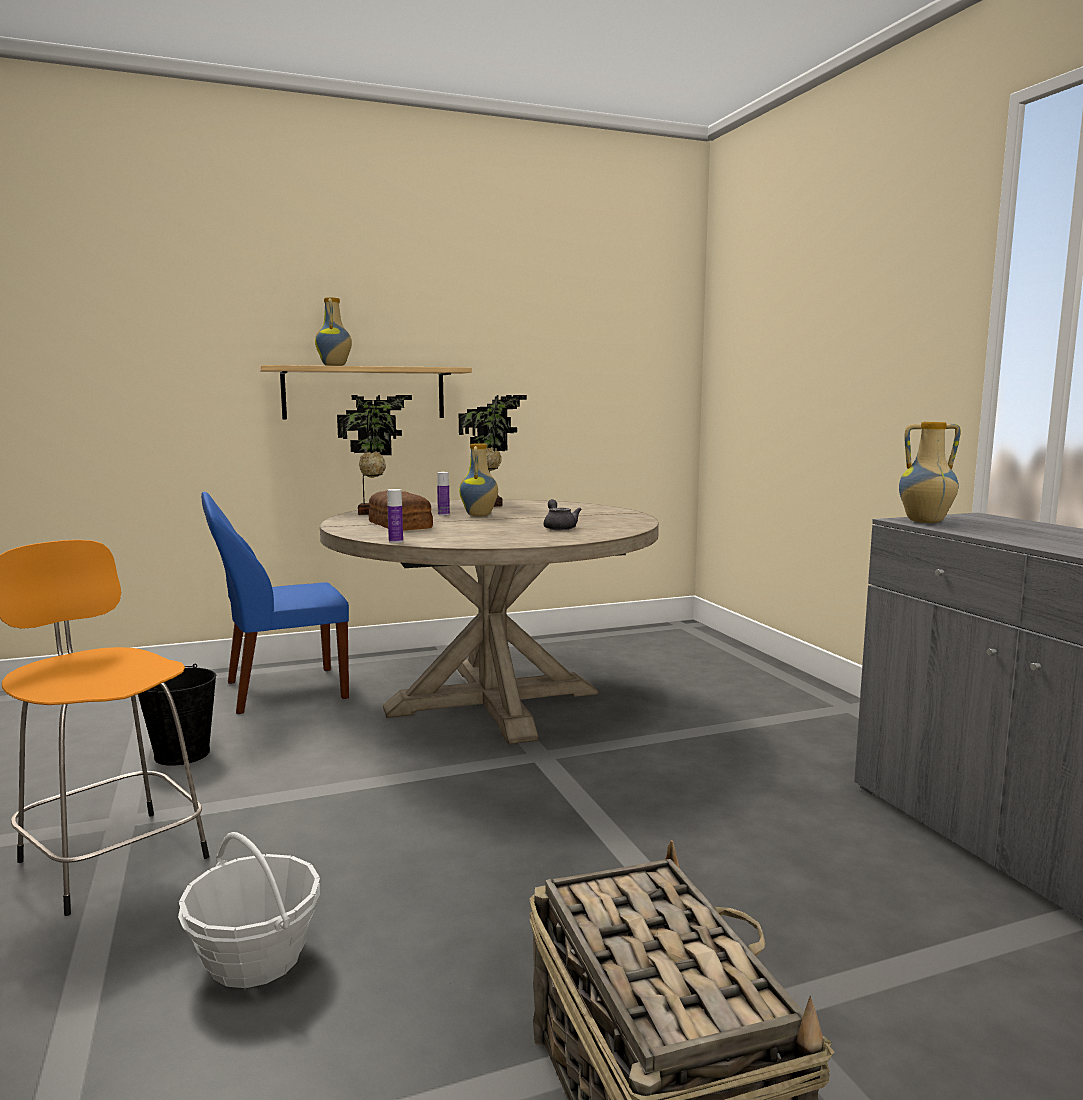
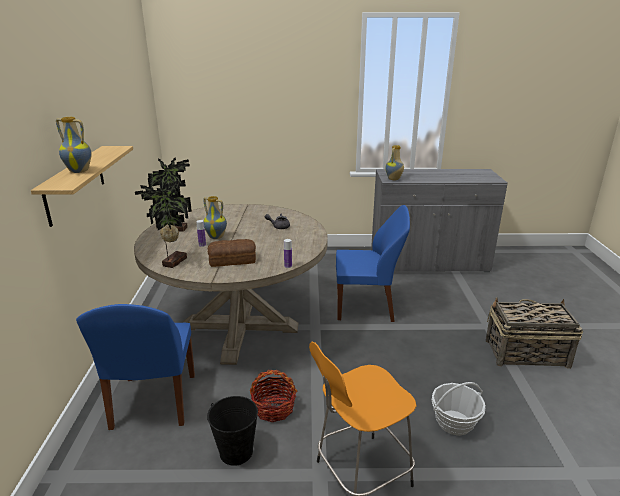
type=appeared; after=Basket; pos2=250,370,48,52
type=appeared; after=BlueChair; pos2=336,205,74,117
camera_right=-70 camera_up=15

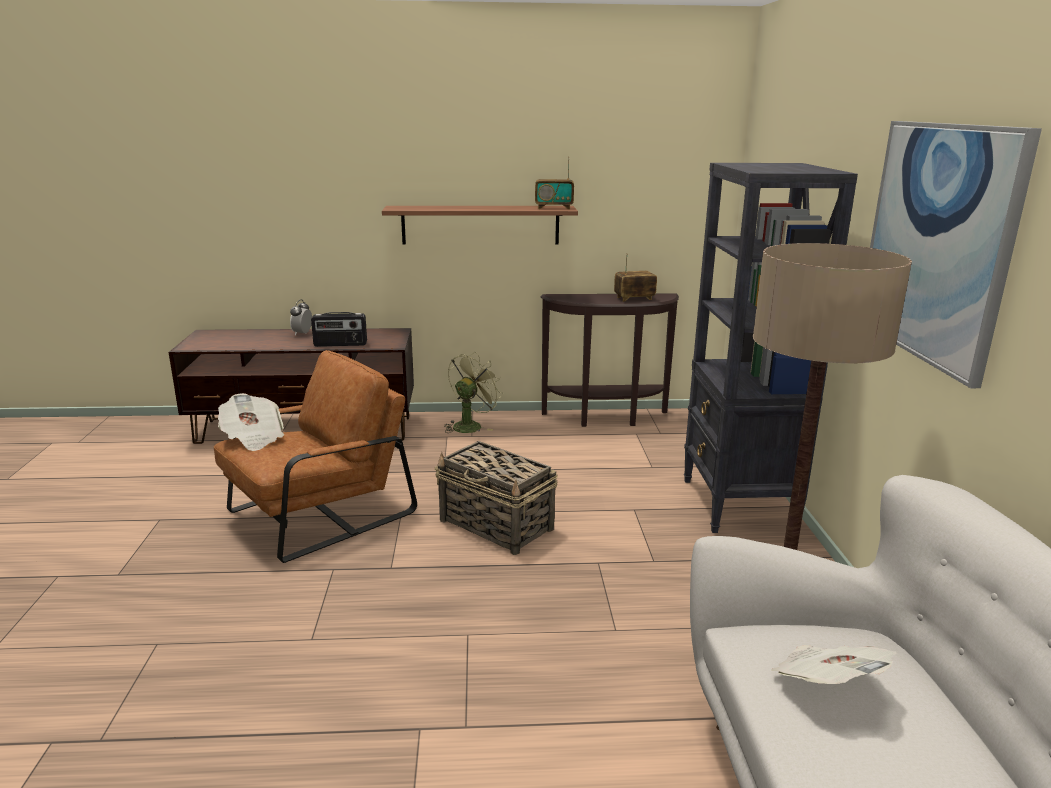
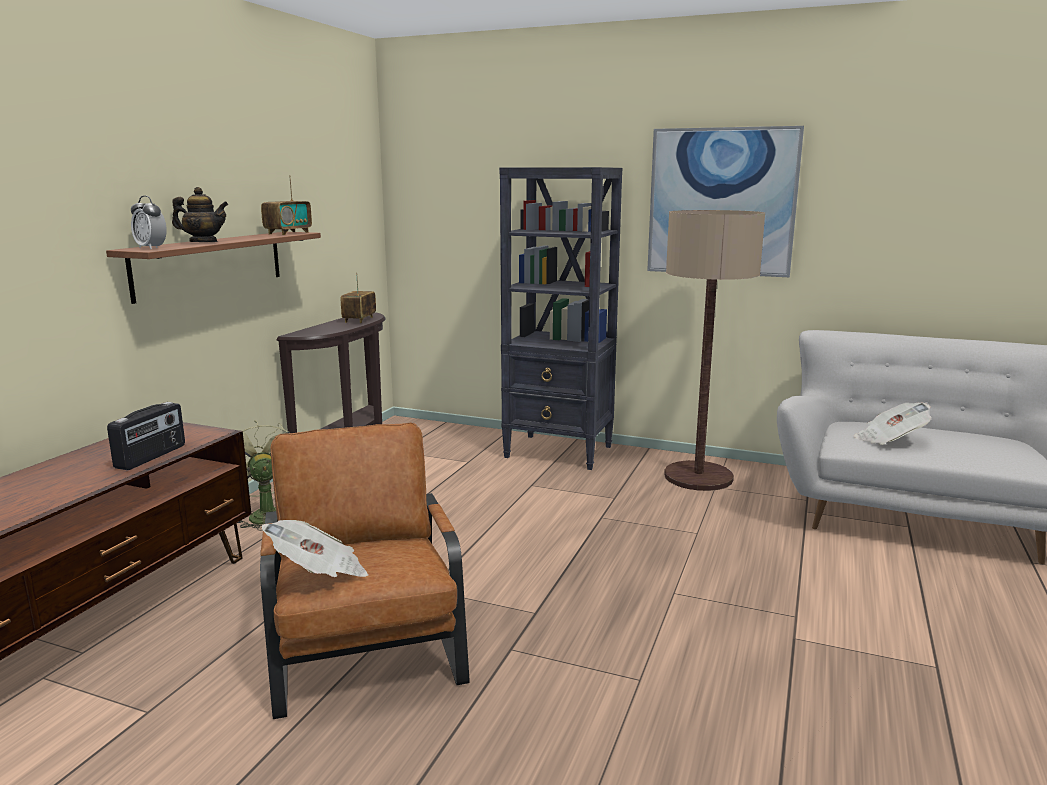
type=relocated; before=AlarmClock; pos1=290,299,22,37; pos2=131,195,36,54
type=missing; before=Basket; pos1=434,441,124,114
type=appeared; after=Teapot; pos2=172,187,56,55
camera_right=-65 camera_up=-5

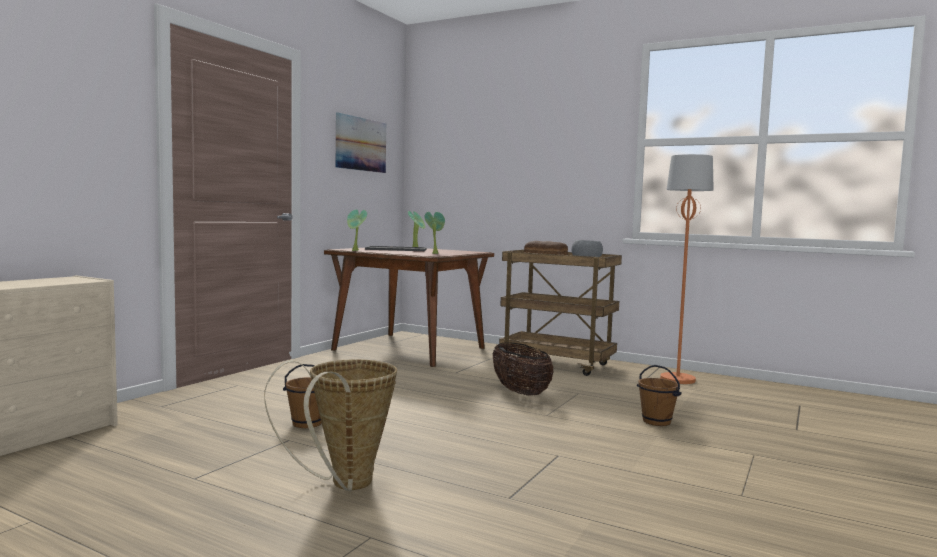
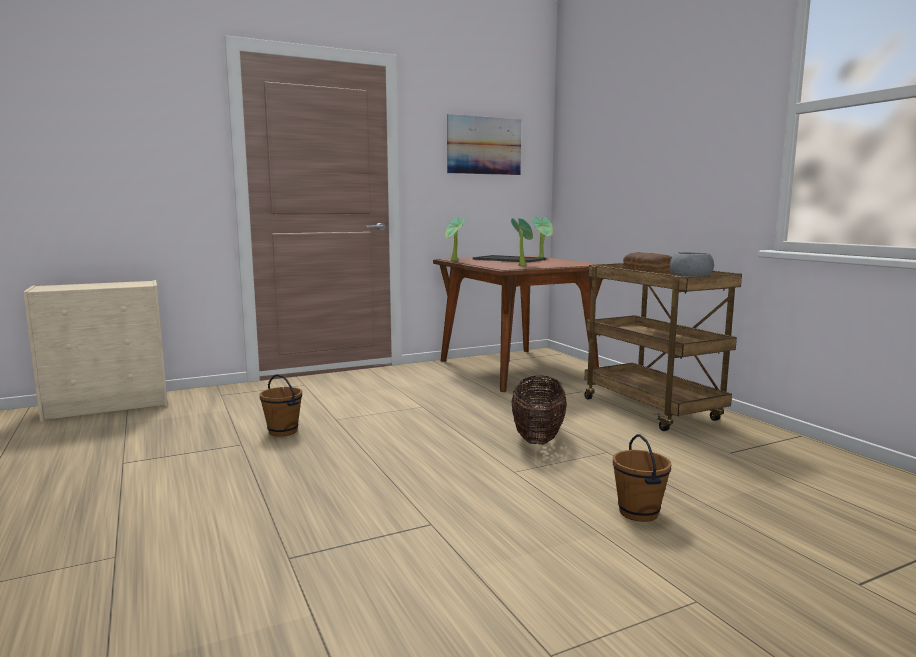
type=missing; before=Basket; pos1=264,359,133,132
type=missing; before=OrangeFloorLamp; pos1=660,154,54,230
camera_right=35 camera_up=5

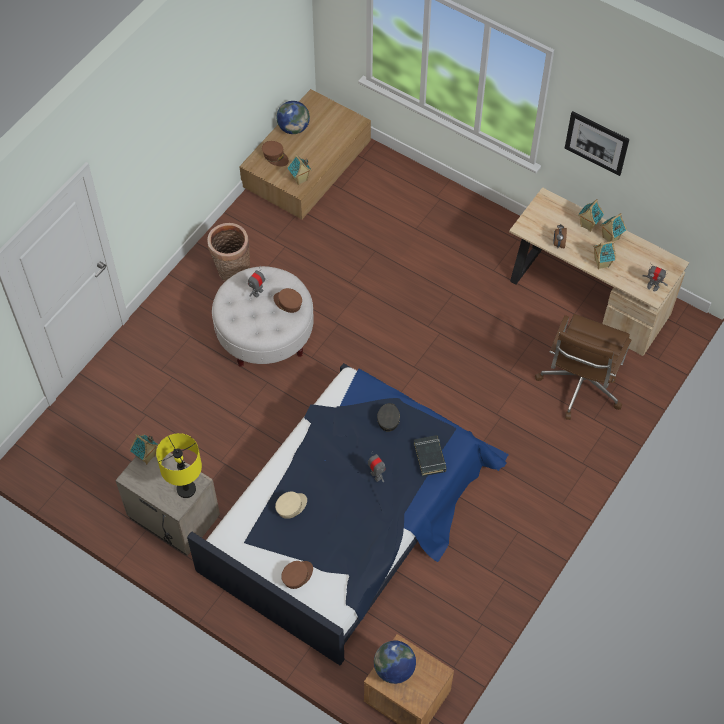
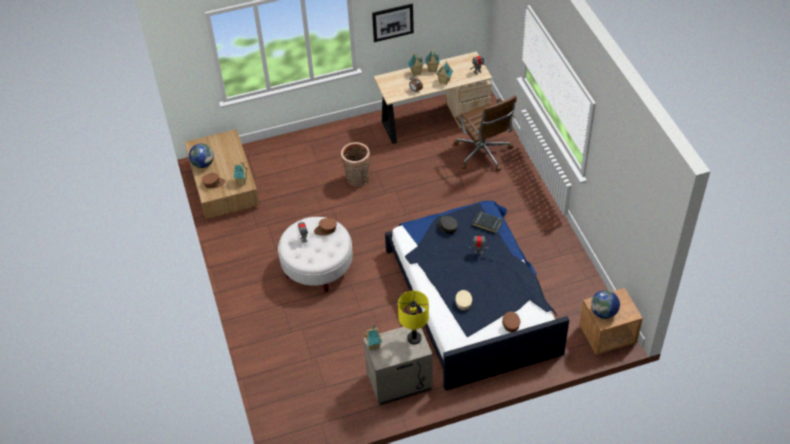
type=relocated; before=Basket; pos1=207,223,43,58; pos2=341,142,29,45
camera_right=-50 camera_up=-10

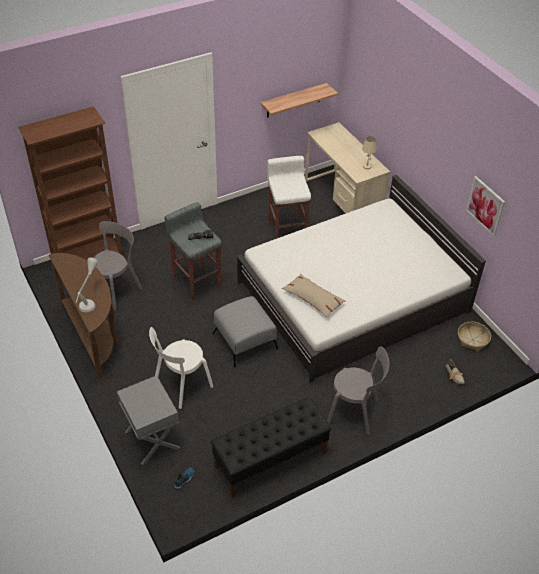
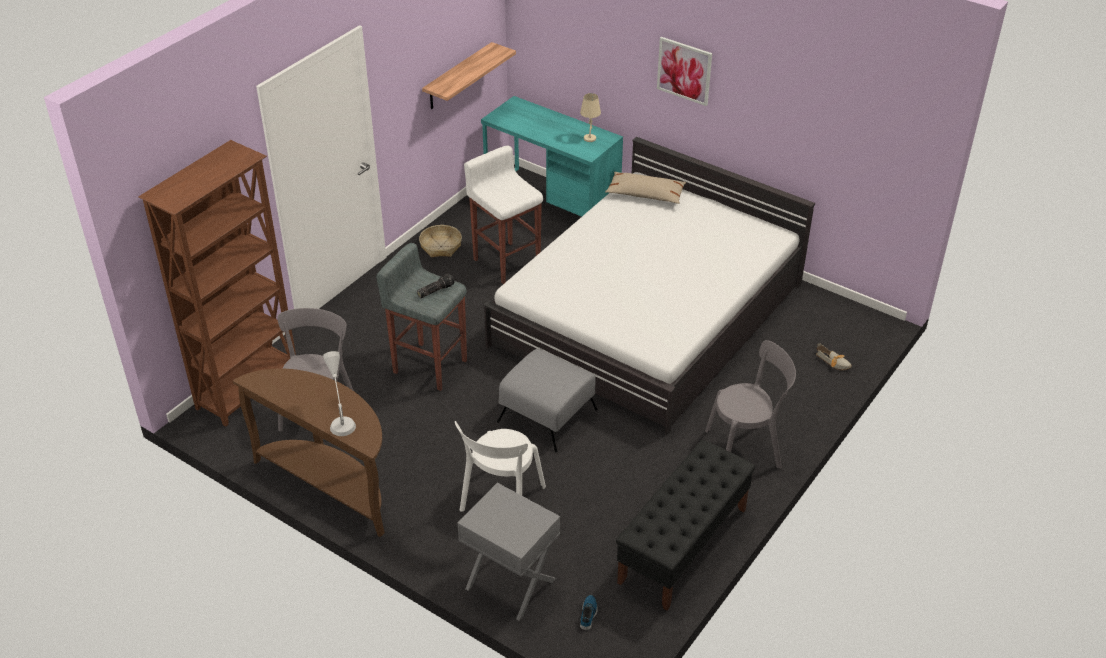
type=relocated; before=BeigePillow; pos1=282,274,64,44; pos2=605,172,81,32
type=colour; before=BeigeDesk; after=TurquoiseDesk; pos1=305,122,85,91; pos2=481,96,142,121
type=relocated; before=Basket; pos1=458,322,33,29; pos2=419,225,43,32
type=relocated; before=Picture; pos1=466,176,39,60; pos2=657,37,55,69
camera_right=-25 camera_up=-5

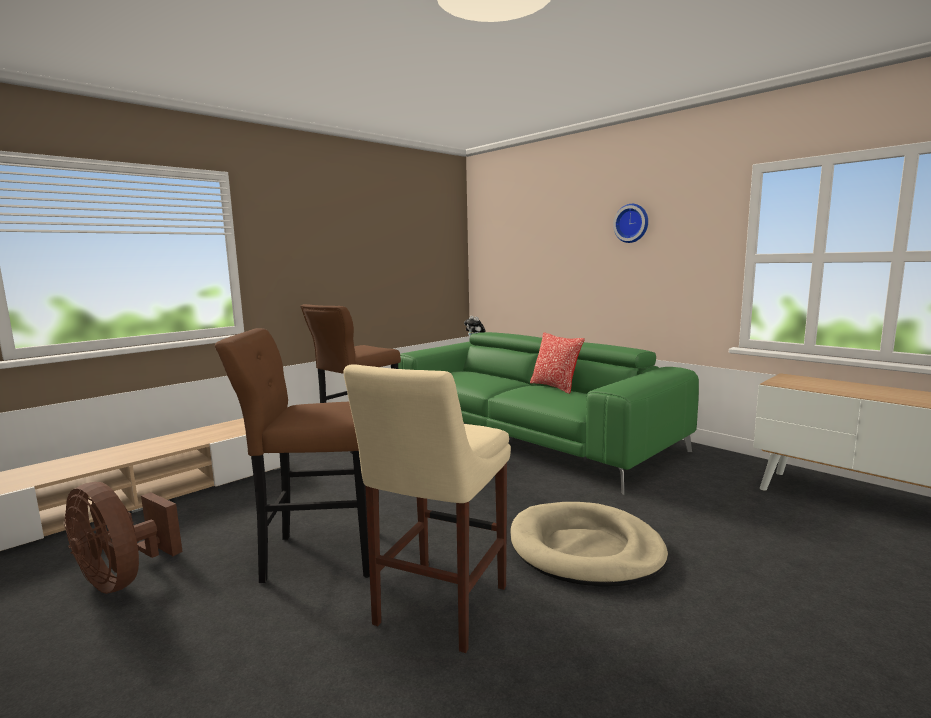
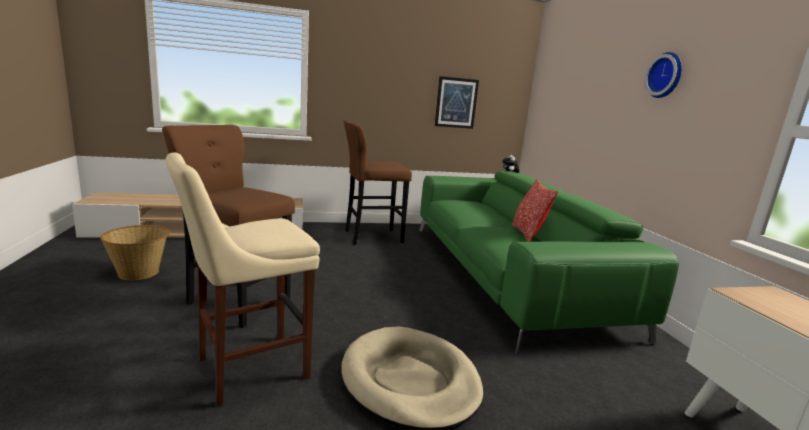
type=exchanged; before=BrownFan; after=Basket; pos1=64,482,119,112; pos2=100,225,70,55
type=appeared; after=Picture; pos2=435,76,44,53
camera_right=30 camera_up=5

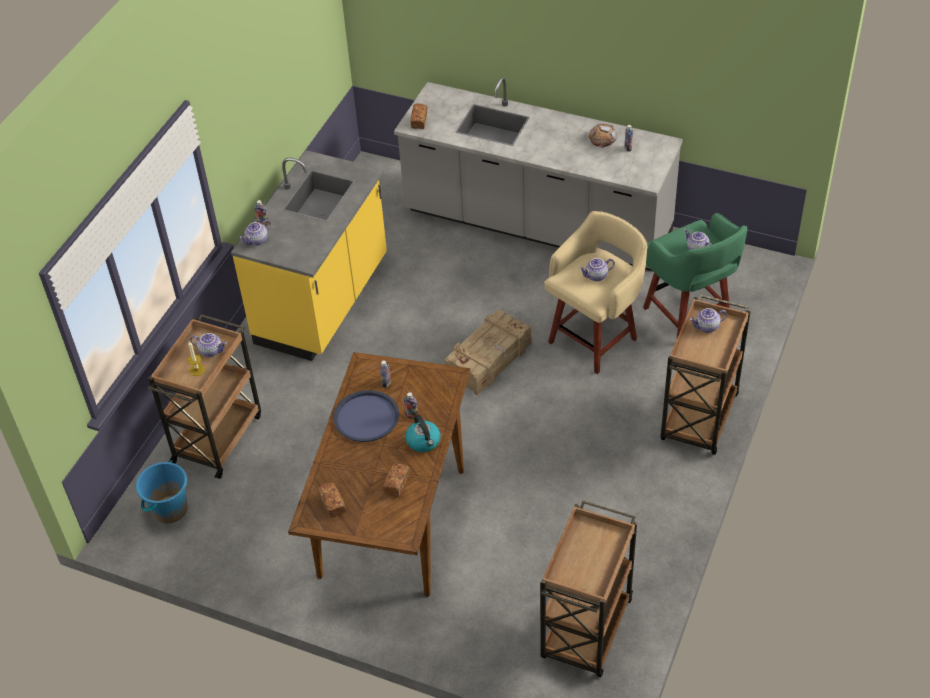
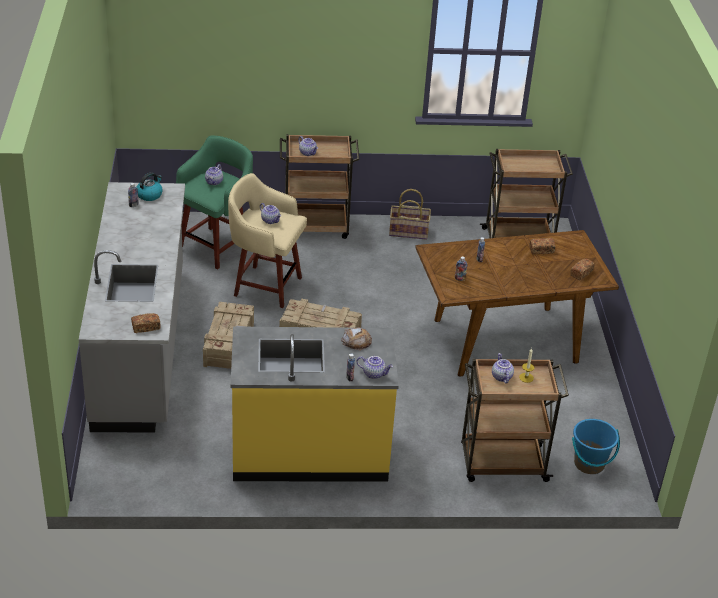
type=missing; before=BlueTray; pos1=333,390,66,52
type=relocated; before=Kettle; pos1=405,415,36,37; pos2=136,172,27,29
type=relocated; before=Bread; pos1=589,124,28,24; pos2=341,327,31,24
type=appeared; after=Crate; pos2=203,302,51,67
type=appeared; after=Basket; pos2=389,189,42,51
camera_right=-120 camera_up=-10

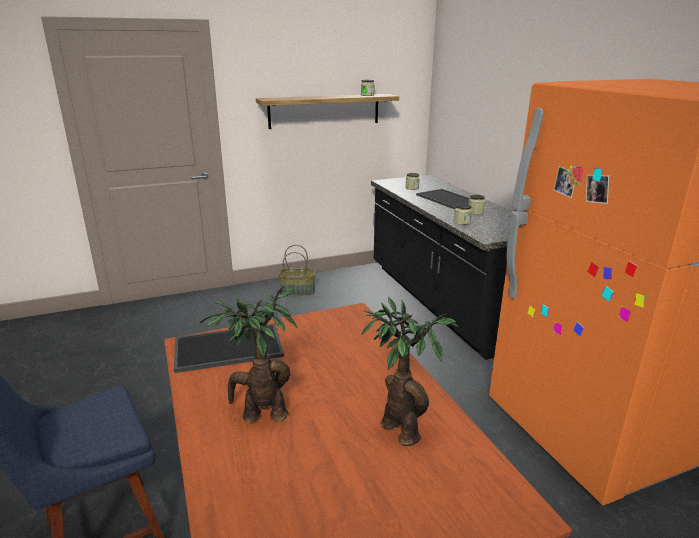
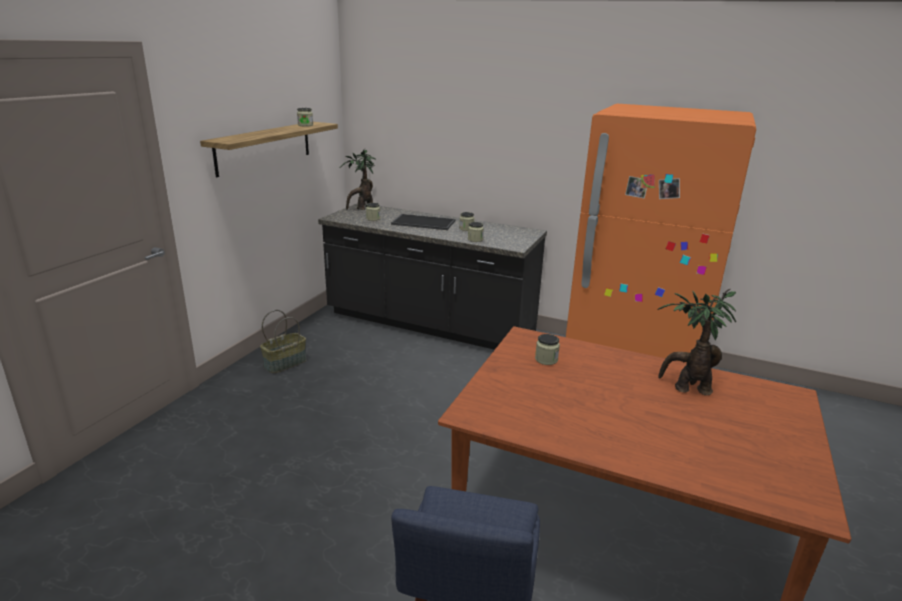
type=missing; before=Tray; pos1=174,324,110,49
type=relocated; before=PottedPlant; pos1=200,286,97,137; pos2=340,149,35,61
type=appeared; after=Jar; pos2=535,334,25,31
camera_right=-45 camera_up=0

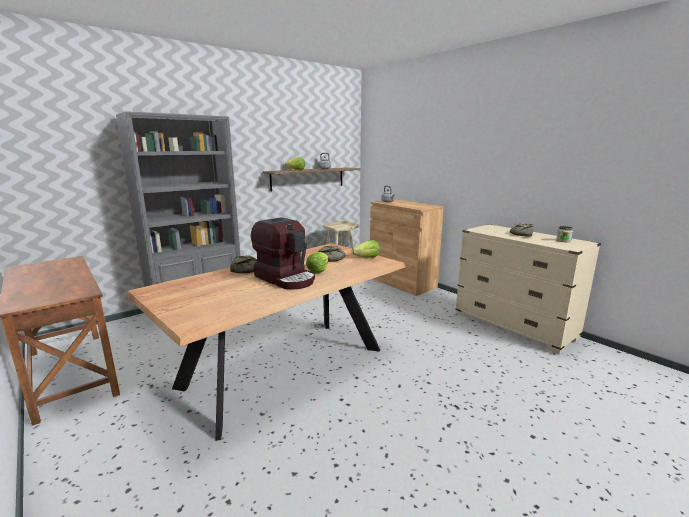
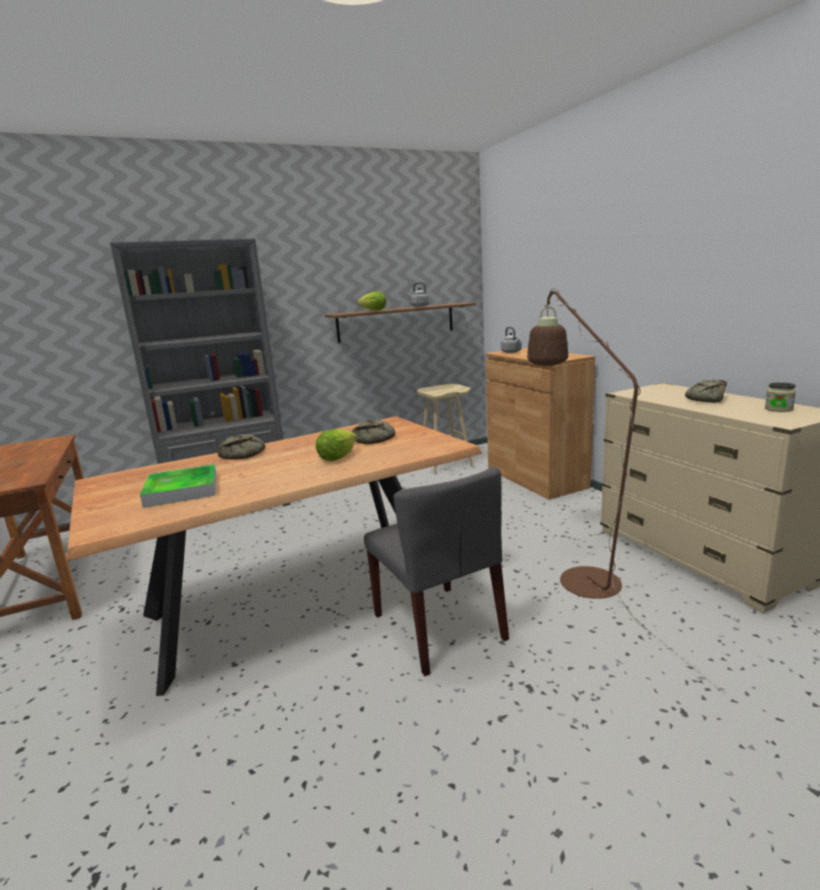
type=missing; before=CoffeeMachine; pos1=251,217,64,72
type=missing; before=Lettuce; pos1=352,240,28,18
type=appeared; after=Tray; pos2=140,464,77,44
type=appeared; after=GreyChair; pos2=364,466,145,210
type=appeared; after=BrownFloorLamp; pos2=527,288,198,406
camera_right=15 camera_up=0

